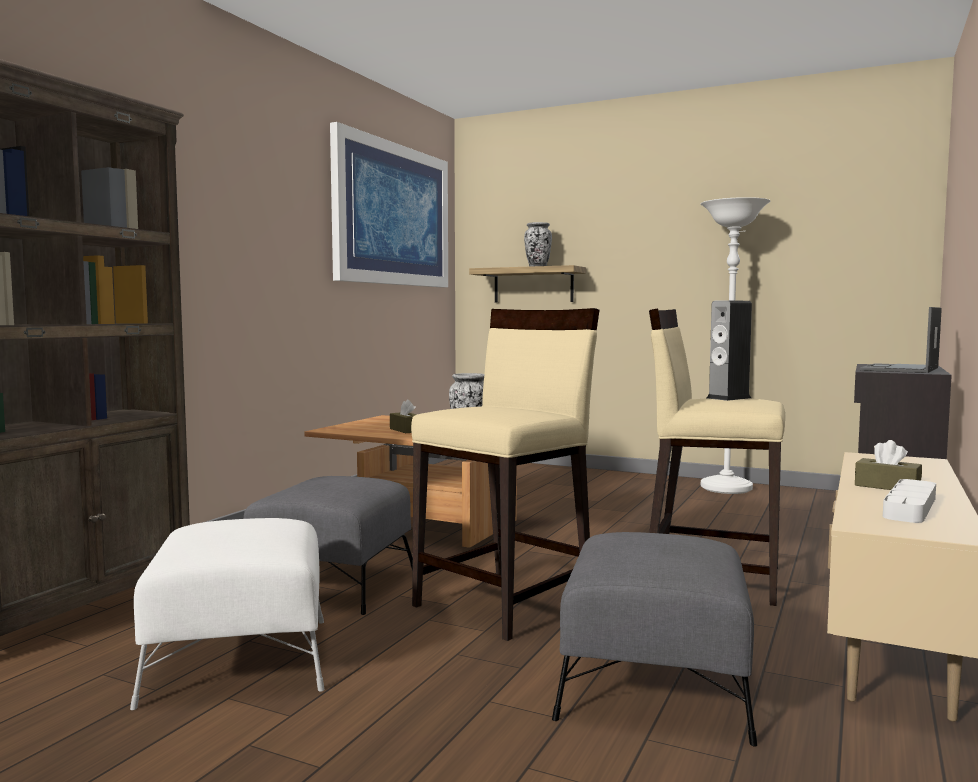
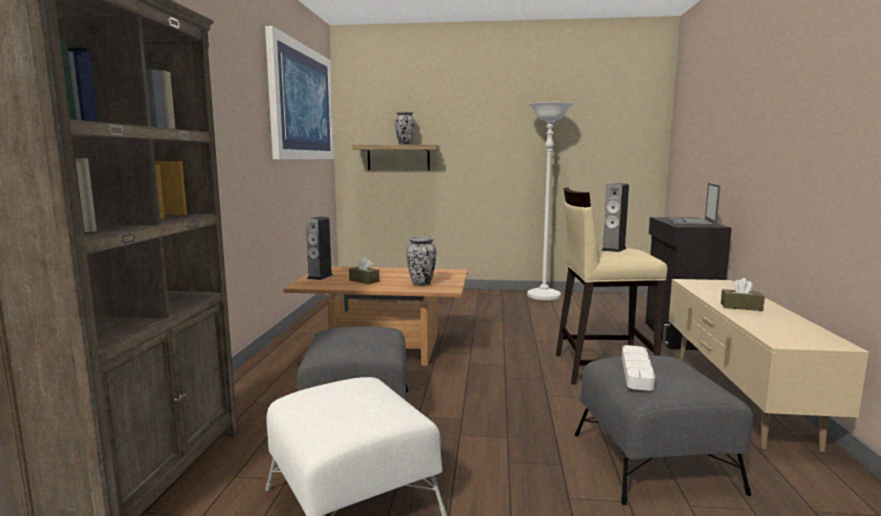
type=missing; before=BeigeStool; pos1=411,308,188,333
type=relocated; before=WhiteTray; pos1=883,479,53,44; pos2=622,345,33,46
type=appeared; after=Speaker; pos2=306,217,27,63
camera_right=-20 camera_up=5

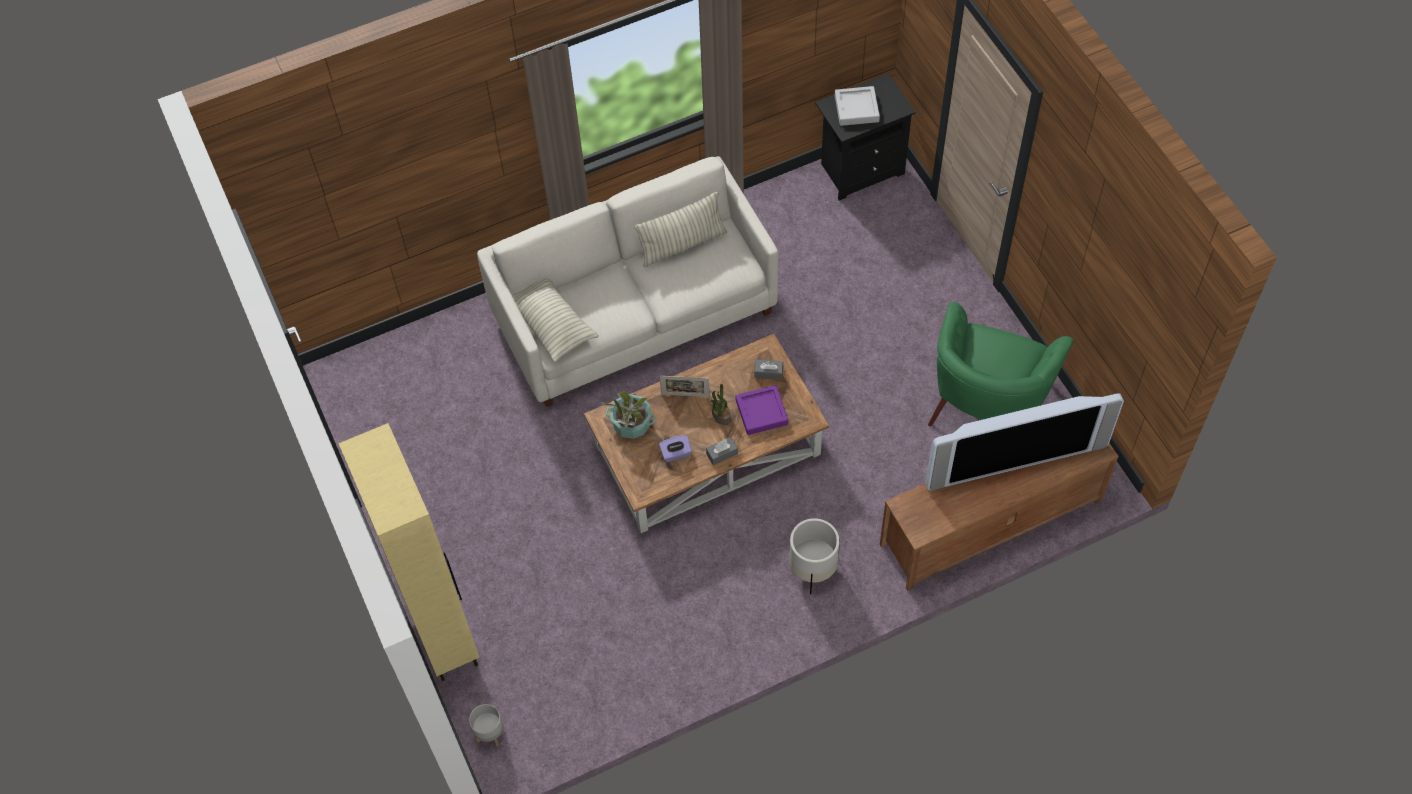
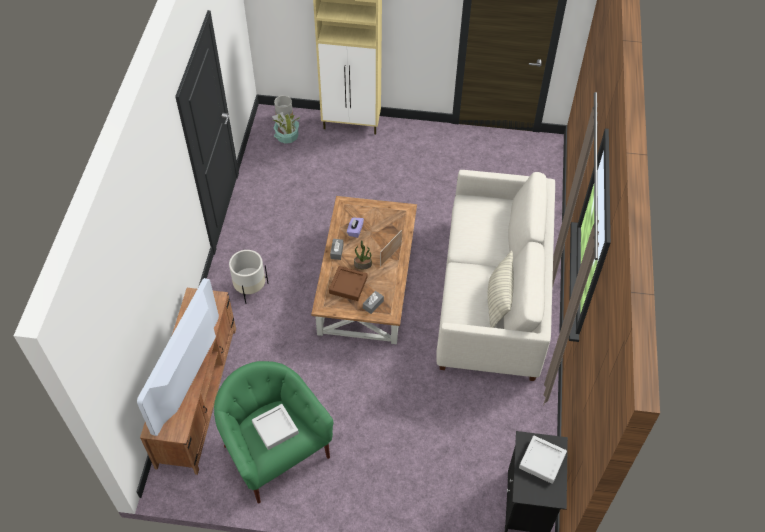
type=missing; before=Pillow; pos1=512,278,87,84
type=relocated; before=PottedPlant; pos1=602,391,54,48; pos2=272,112,28,32
type=colour; before=PurpleTray; after=BrownTray; pos1=736,385,52,50; pos2=329,266,38,35
type=appeared; after=GreyTray; pos2=252,404,47,46
camera_right=120 camera_up=-5

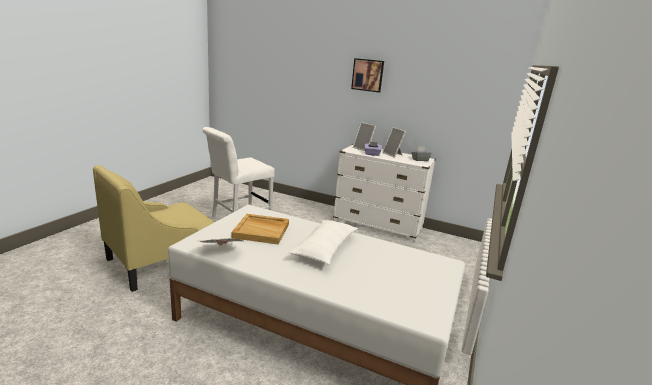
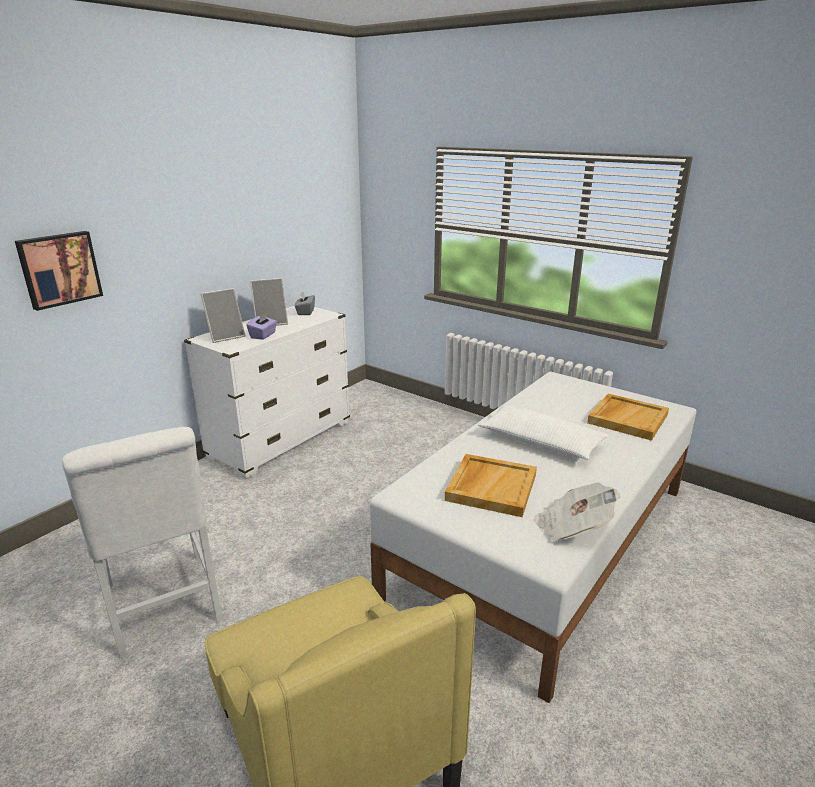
type=relocated; before=Picture; pos1=351,58,33,35; pos2=15,231,88,80
type=appeared; after=BeigeTray; pos2=587,393,82,48
camera_right=-75 camera_up=5

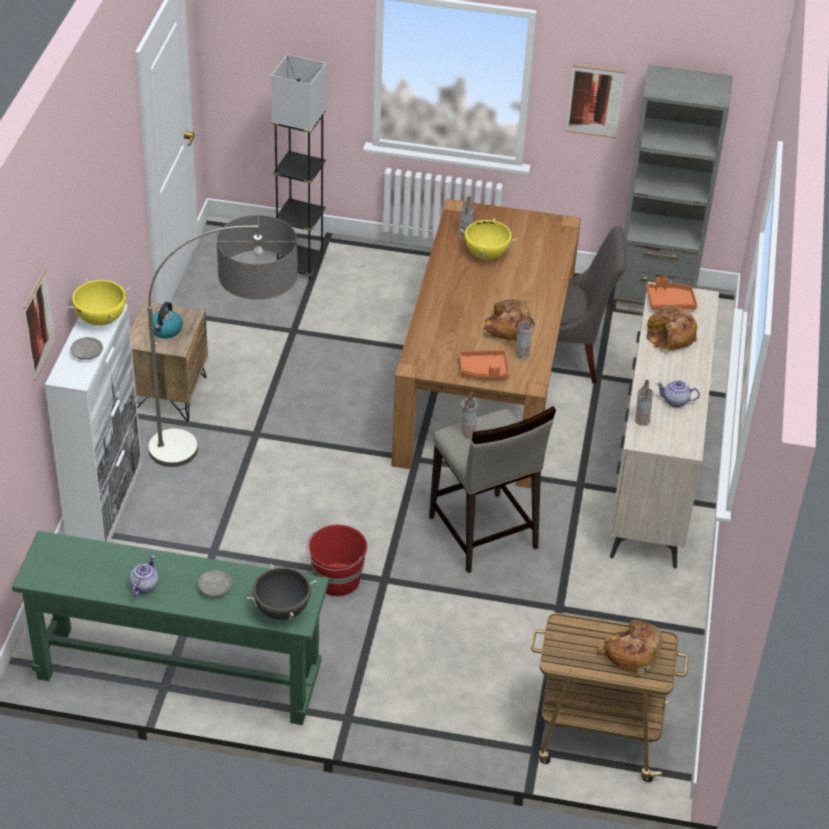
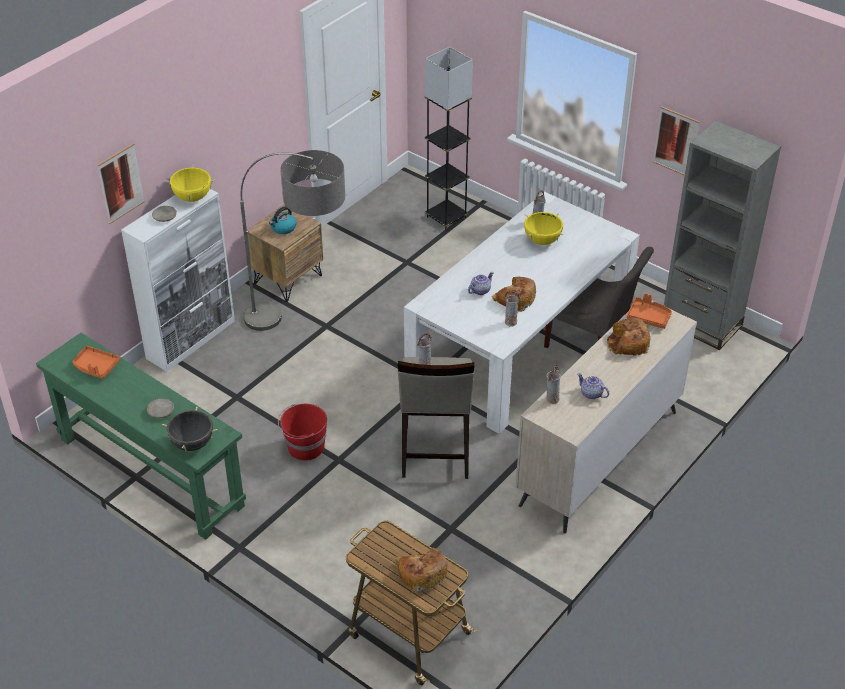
type=relocated; before=Teapot; pos1=129,555,30,41; pos2=468,272,26,23
type=colour; before=BrownDiningTable; after=WhiteDiningTable; pos1=392,199,189,289; pos2=404,192,236,242
type=relocated; before=OrangeTray; pos1=459,350,50,29; pos2=73,346,47,33
camera_right=30 camera_up=0

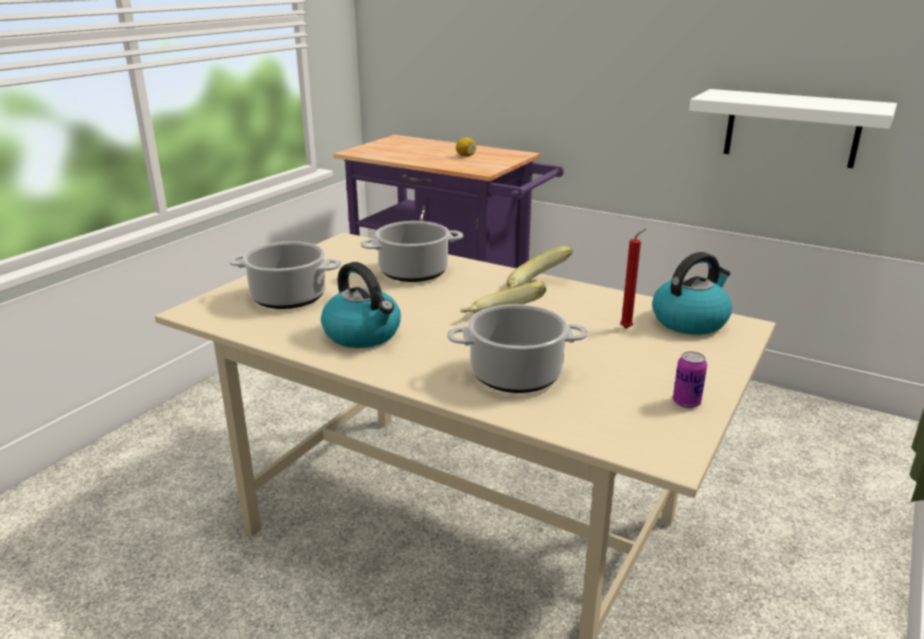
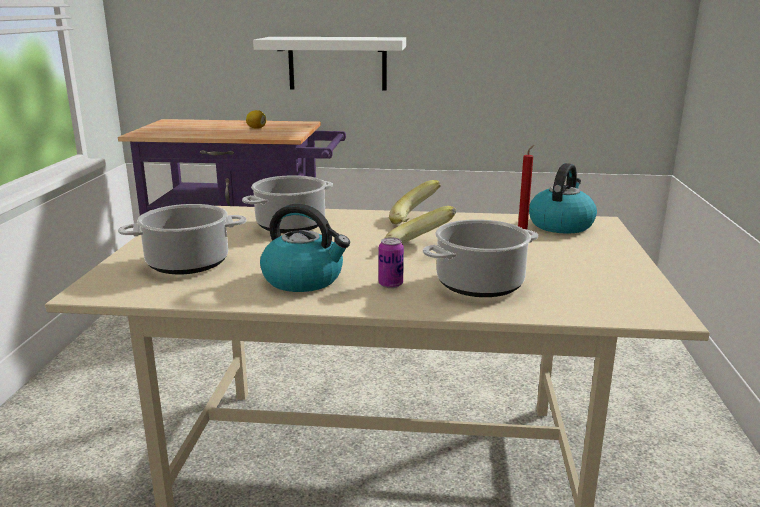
type=relocated; before=Can; pos1=673,351,34,57; pos2=379,237,25,51
type=relocated; before=WhiteShelf; pos1=689,89,208,79; pos2=253,37,153,53
camera_right=-25 camera_up=-5

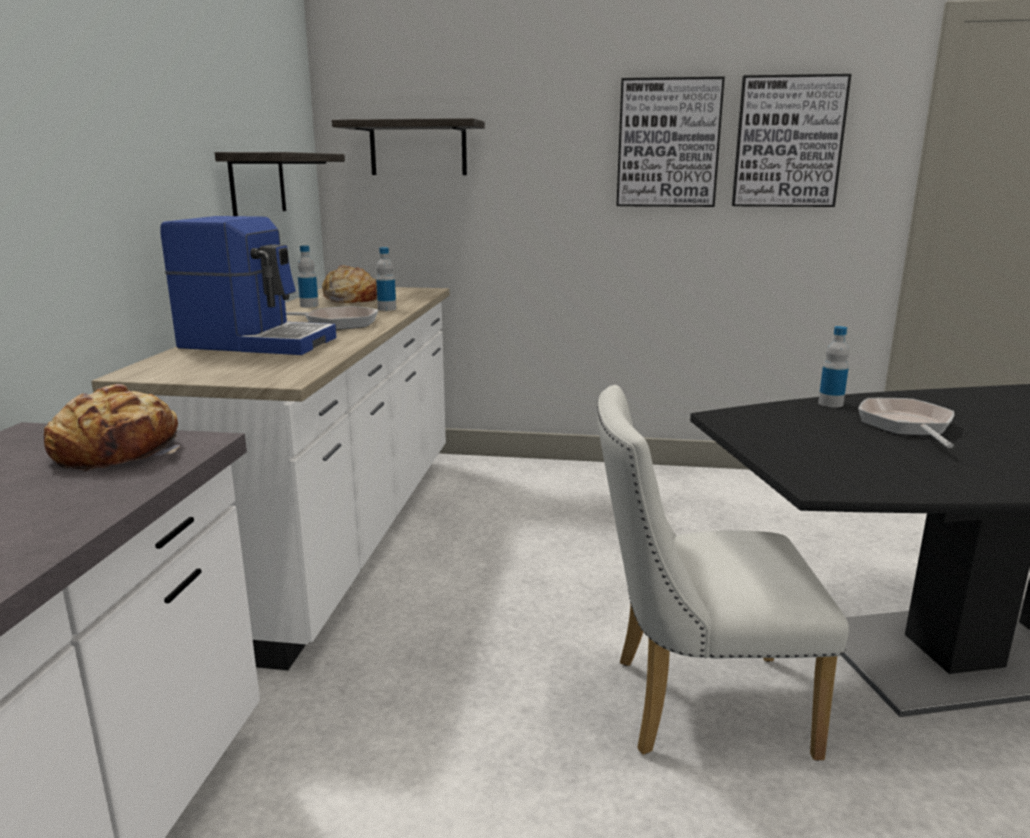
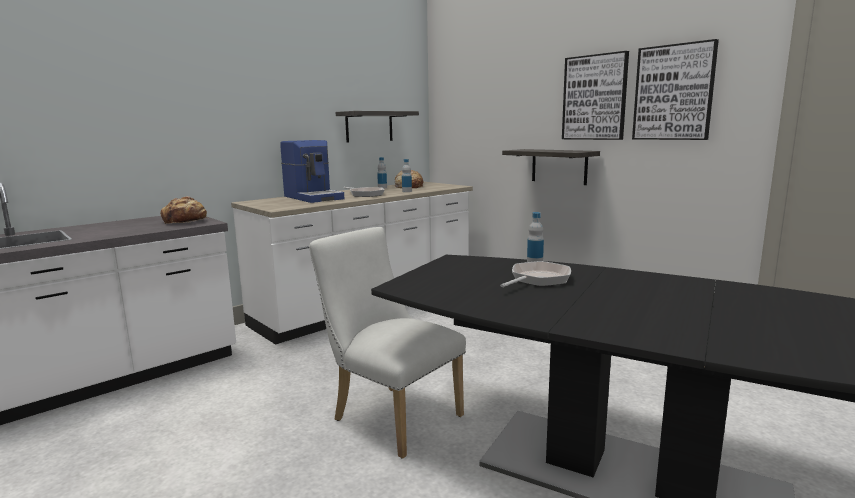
type=relocated; before=Shelf; pos1=332,118,153,57; pos2=502,149,98,36
camera_right=40 camera_up=-5

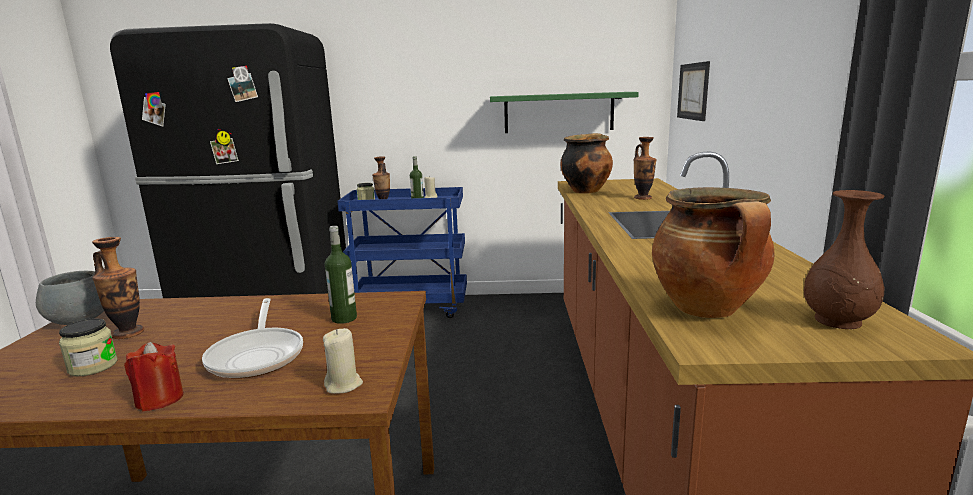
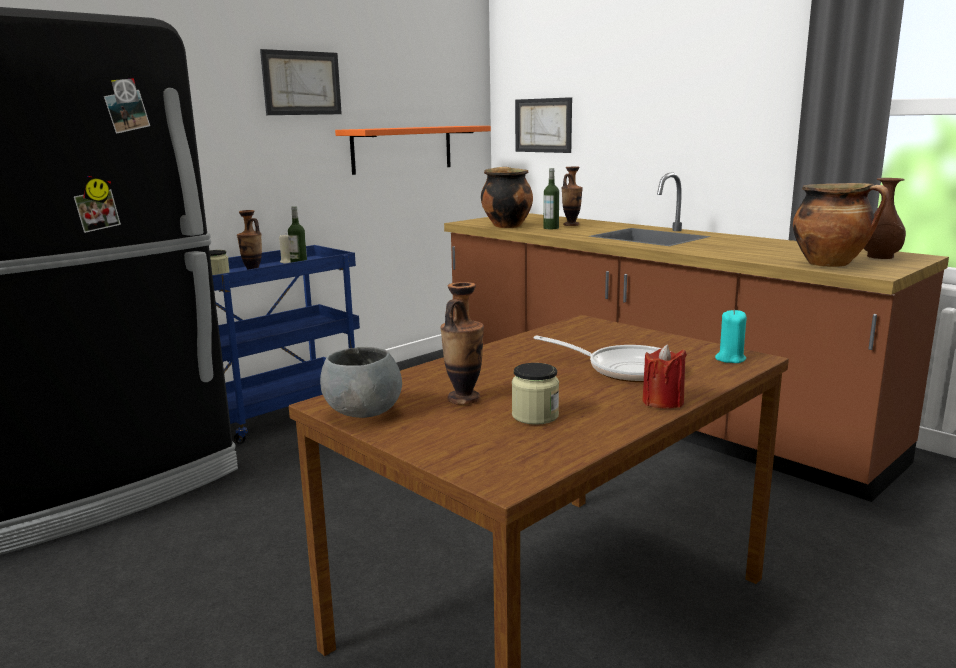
type=colour; before=BeigeCandle; after=TurquoiseCandle; pos1=323,328,40,66; pos2=715,309,32,54
type=relocated; before=Bottle; pos1=325,226,32,98; pos2=544,168,15,61
type=colour; before=GreenShelf; after=OrangeShelf; pos1=490,92,149,41; pos2=335,126,156,49
type=appeared; after=Picture; pos2=260,49,82,66
camera_right=-45 camera_up=0

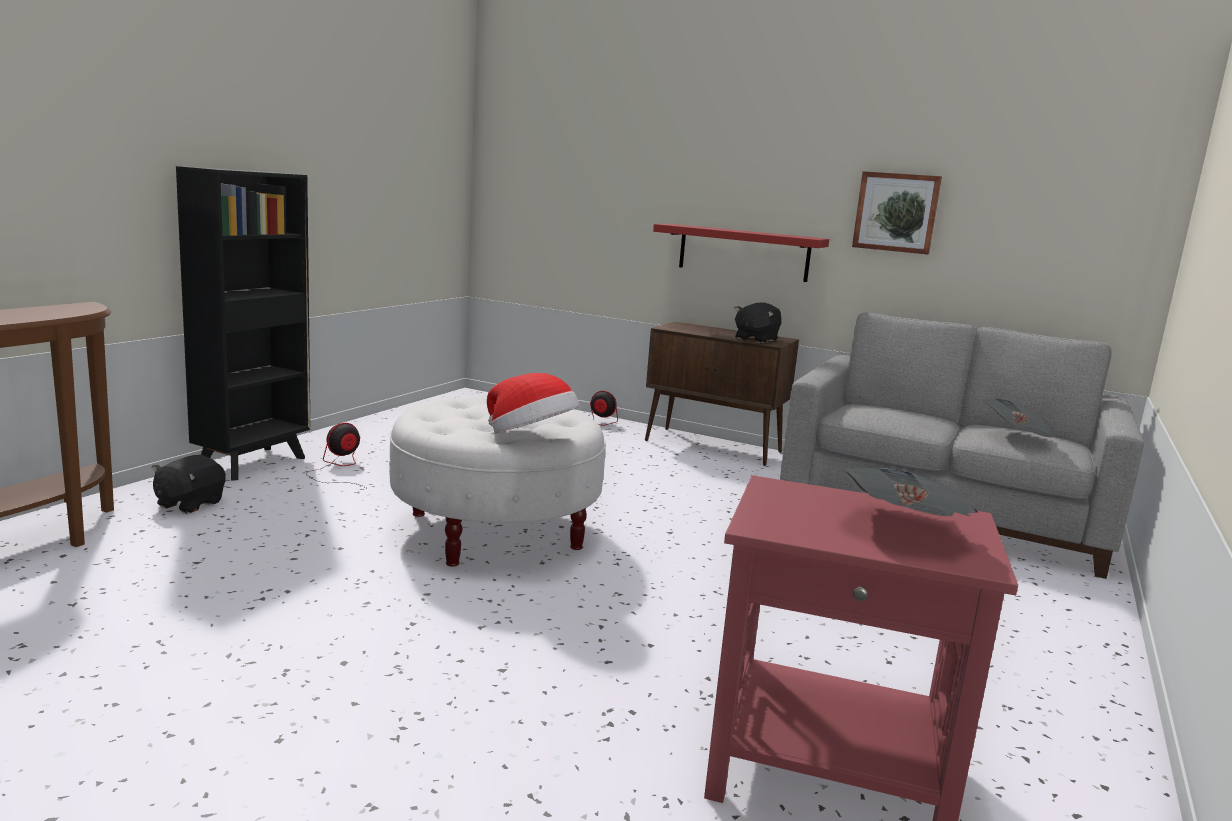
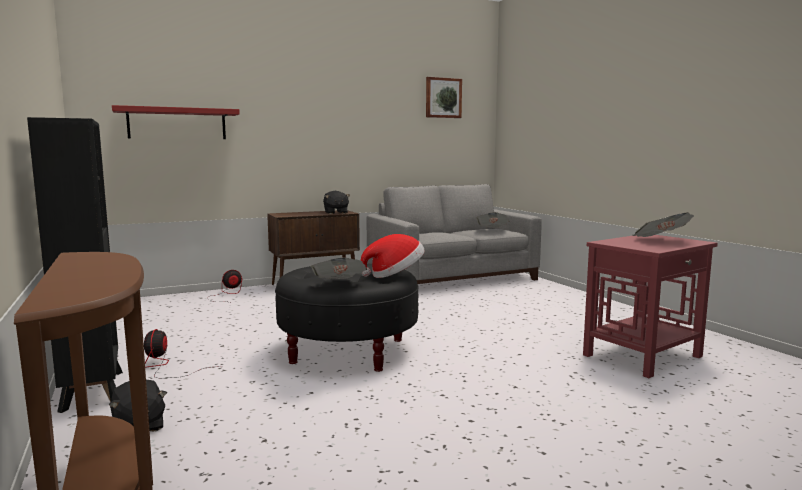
type=colour; before=WhiteOttoman; after=BlackOttoman; pos1=389,396,217,171; pos2=275,264,144,108
type=relocated; before=RedShelf; pos1=653,224,176,58; pos2=112,105,128,34
type=relocated; before=Picture; pos1=852,171,90,84; pos2=426,77,36,41
type=appeared; after=Newspaper; pos2=310,258,58,21
camera_right=-50 camera_up=-5

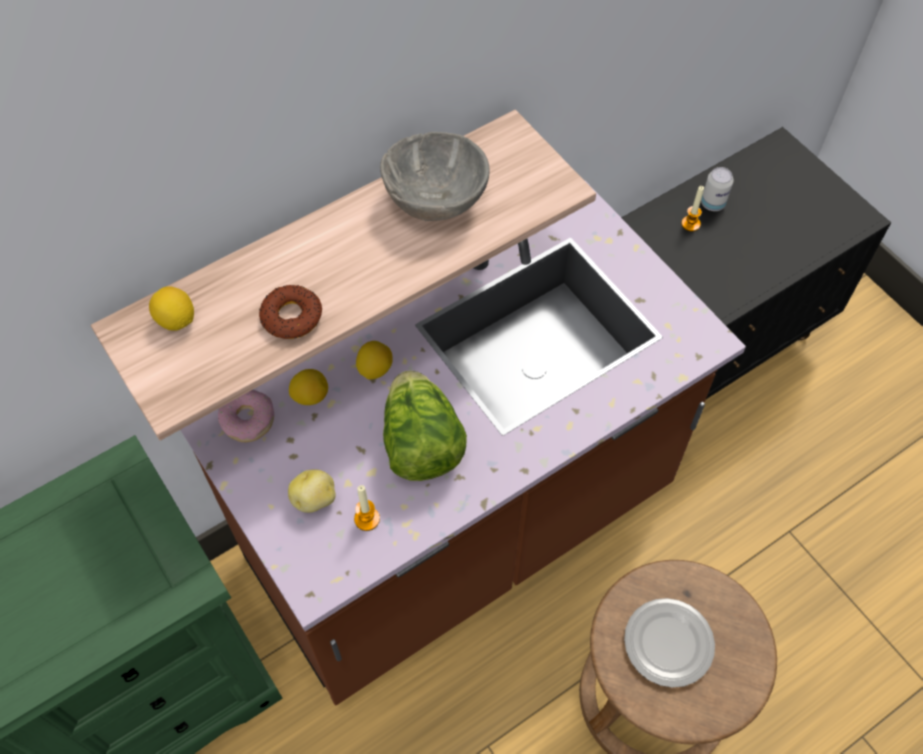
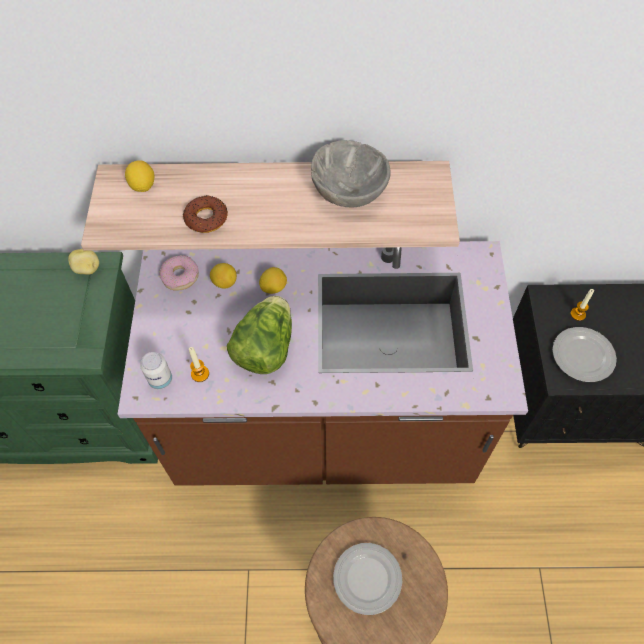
type=relocated; before=Potato; pos1=288,470,48,43; pos2=68,249,31,26
type=relocated; before=Can; pos1=701,167,33,44; pos2=140,352,32,38
type=appeared; after=Plate; pos2=552,327,65,55
camera_right=35 camera_up=0

